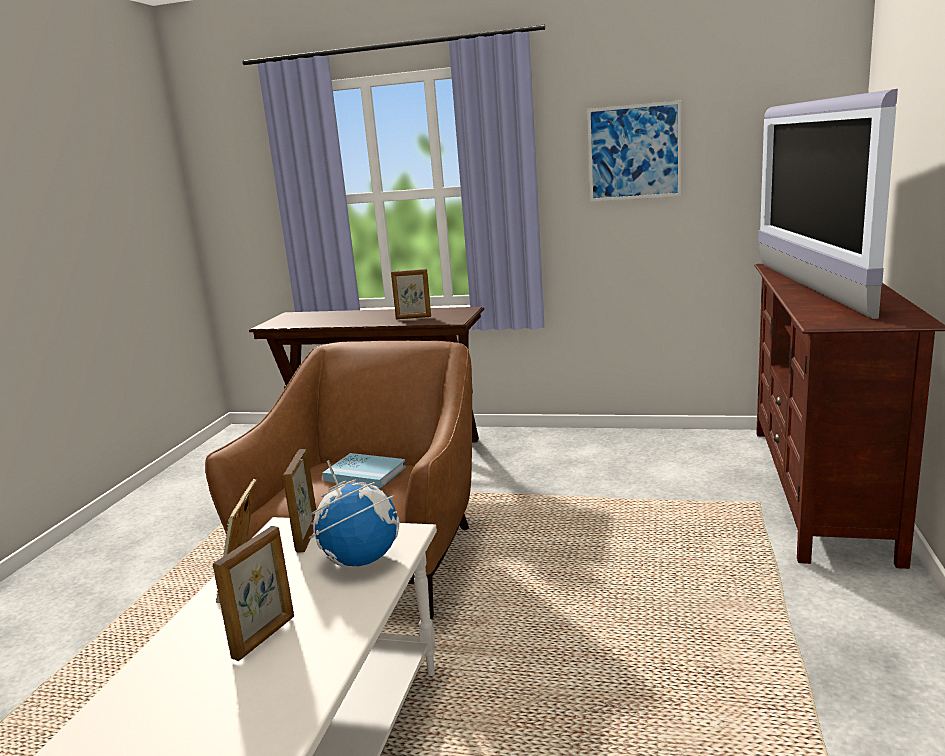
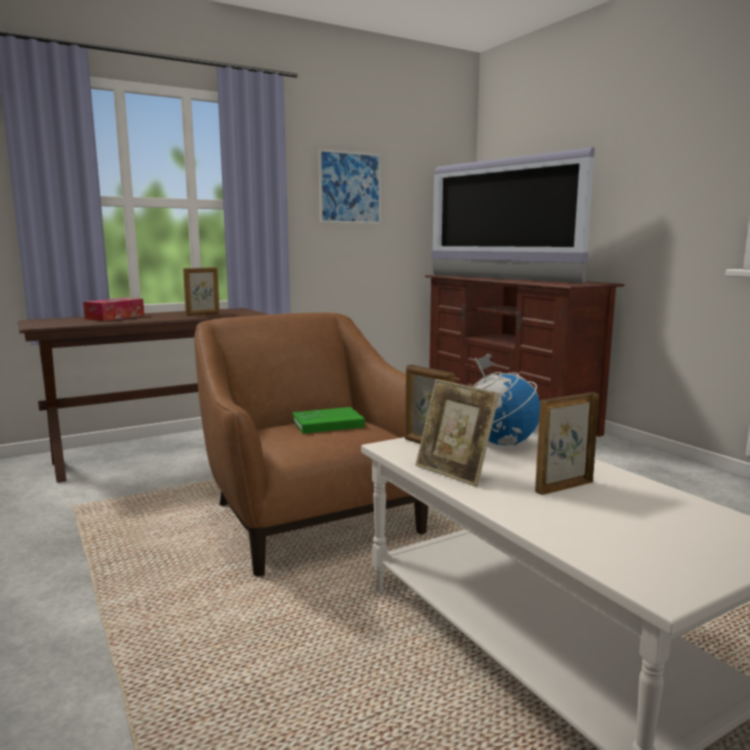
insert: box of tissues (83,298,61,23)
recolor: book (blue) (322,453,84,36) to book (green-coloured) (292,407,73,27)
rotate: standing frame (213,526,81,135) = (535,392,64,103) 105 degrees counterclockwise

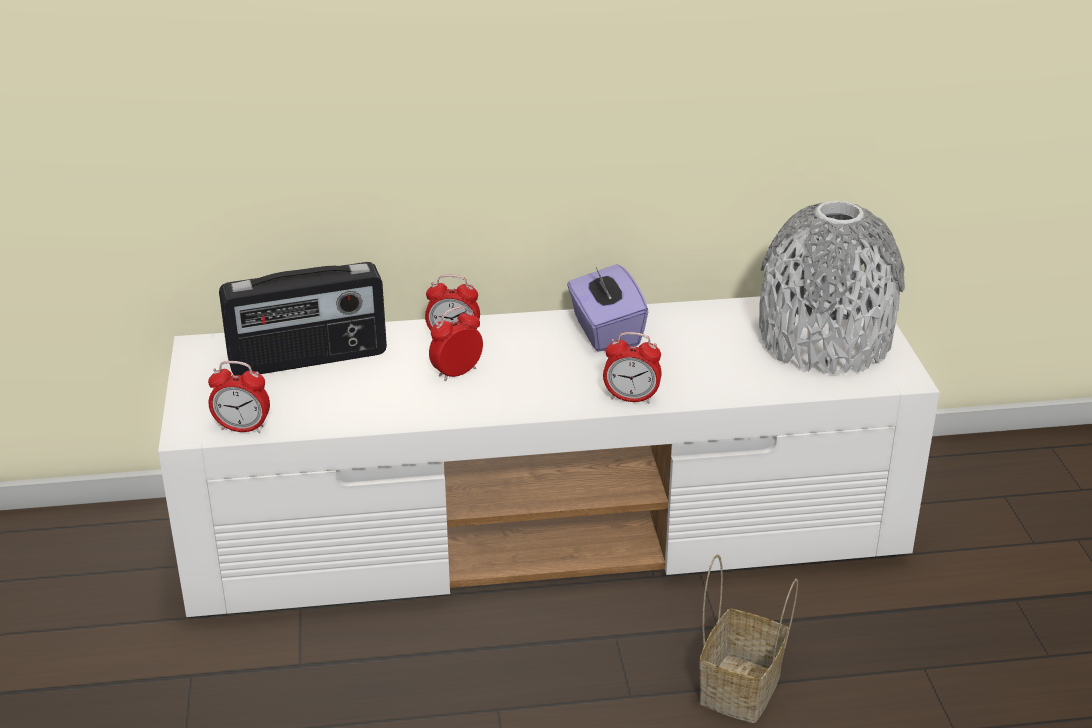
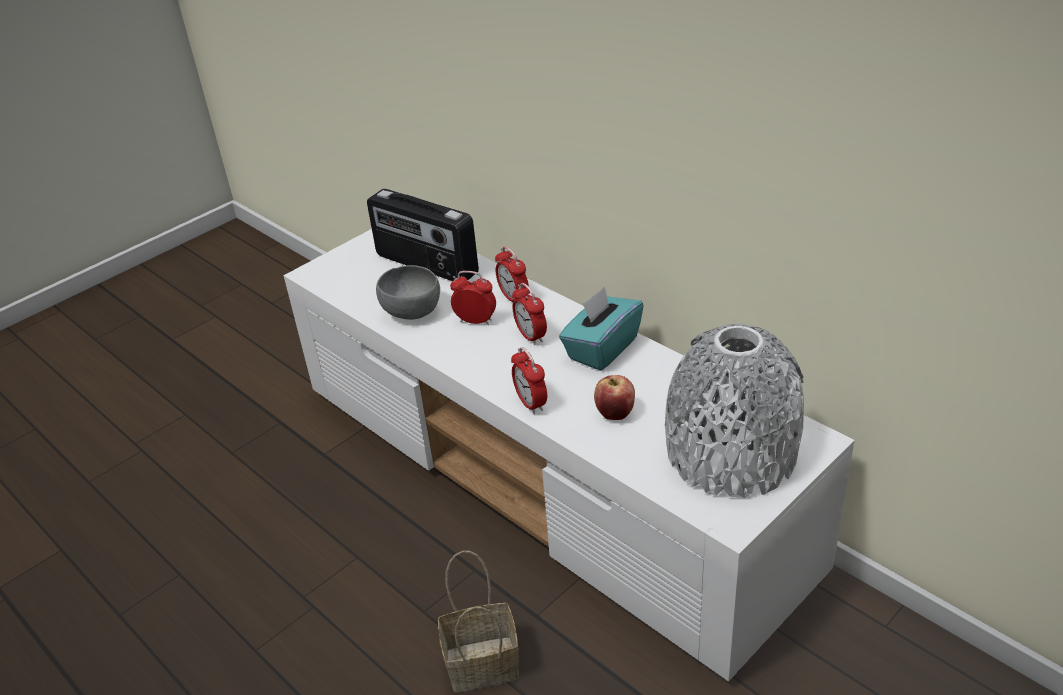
insert: bowl (grey) (376,265,64,55); apple (594,375,41,45)
move: table clock (208,361,62,72) to (512,283,35,62)
recolor: box of tissues (purple-coloured) (567,263,81,89) to box of tissues (turquoise-coloured) (559,287,85,84)

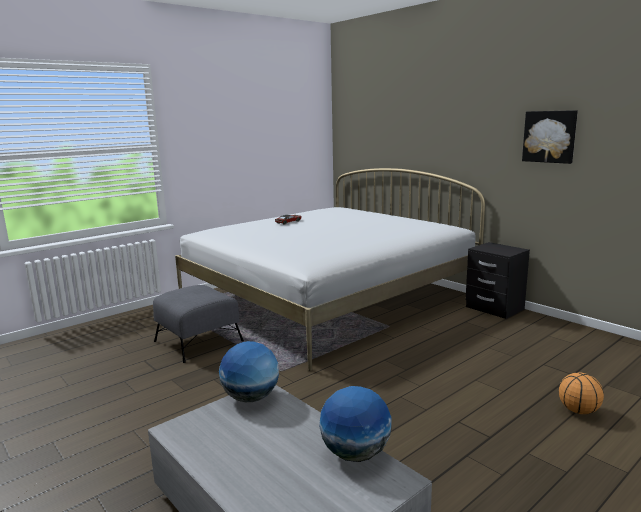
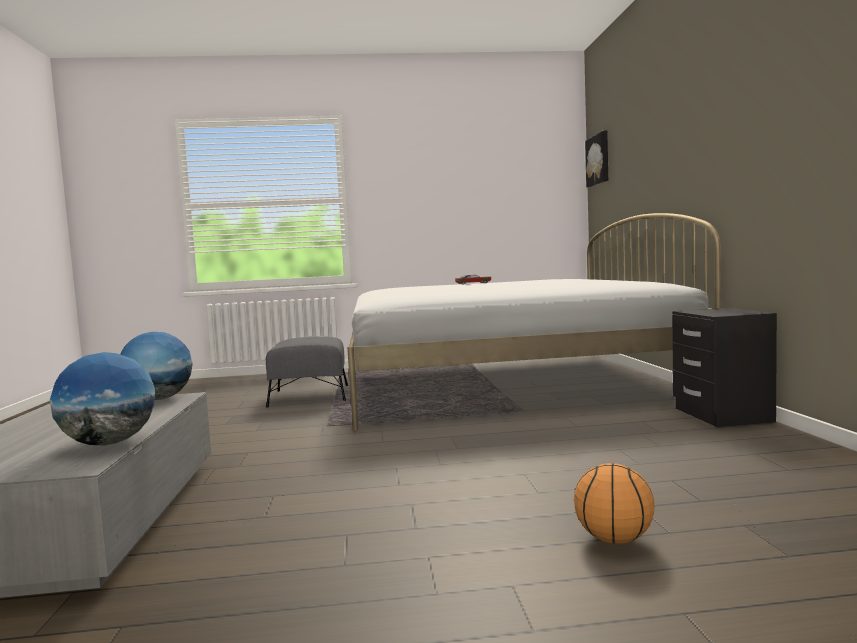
move: wall picture (522,110,56,54) to (585,130,23,57)

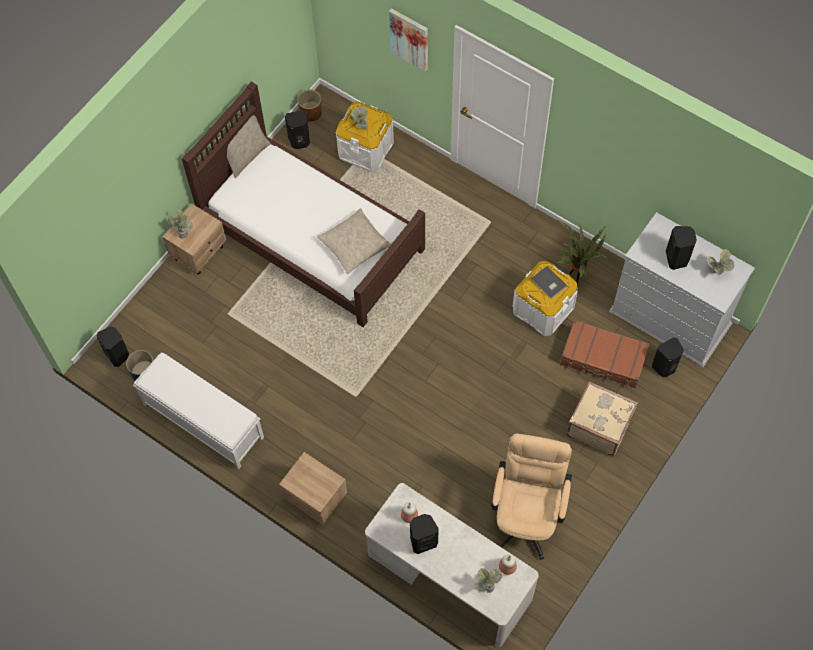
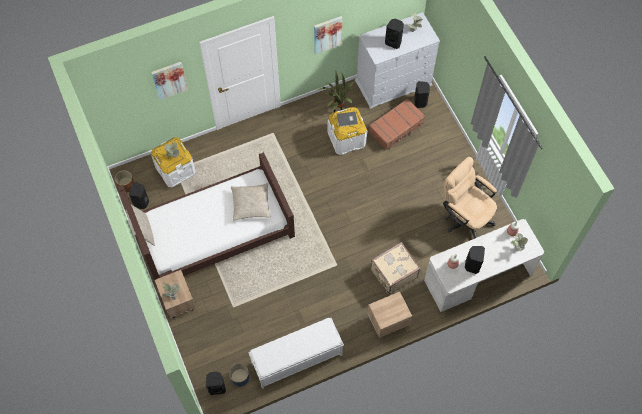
insert: wall picture (314,16,28,38)
move: travel case (beige-coloured) (566,381,72,75) to (371,242,50,53)

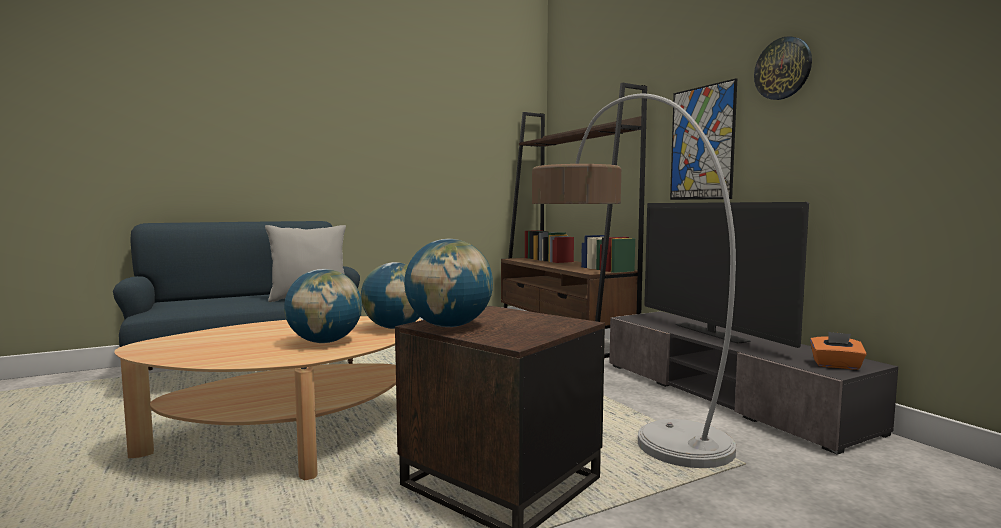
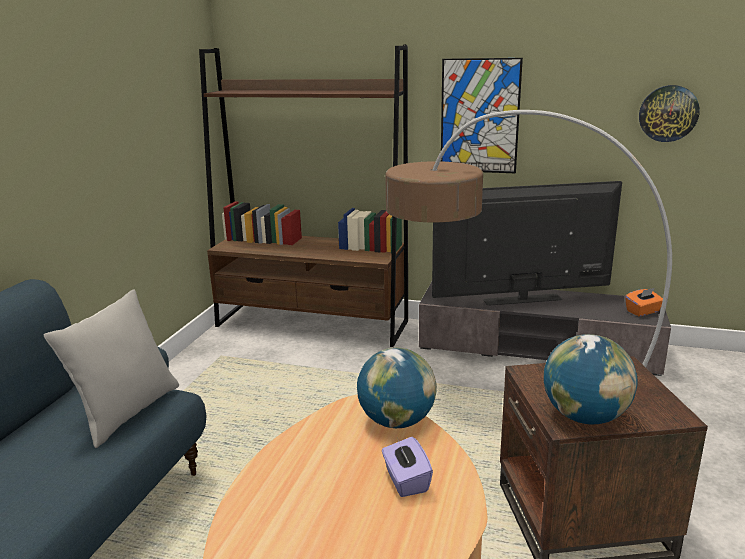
move: clock on the wall (754,36,58,64) to (639,85,61,57)
replace: desk globe (284,269,78,74) to box of tissues (purple-coloured) (382,437,51,60)
rotate: television (644,202,165,146) = (432,181,190,124) 150 degrees clockwise

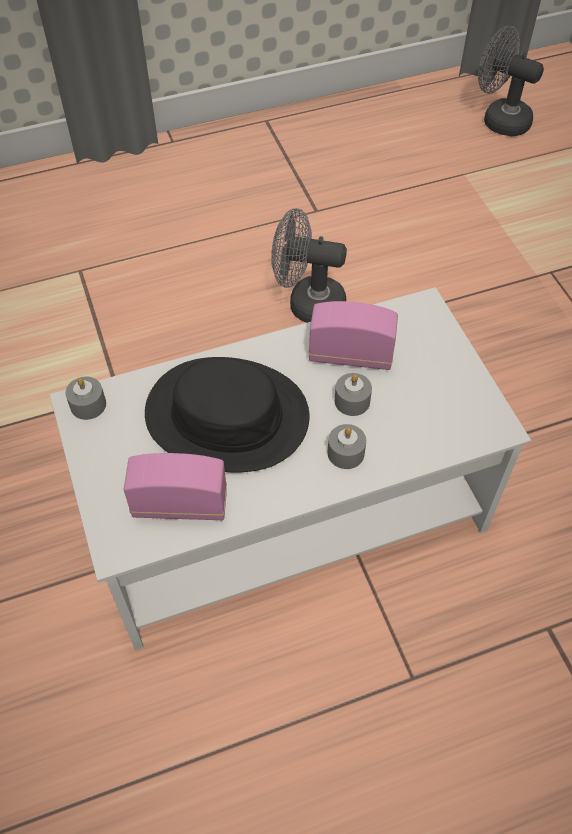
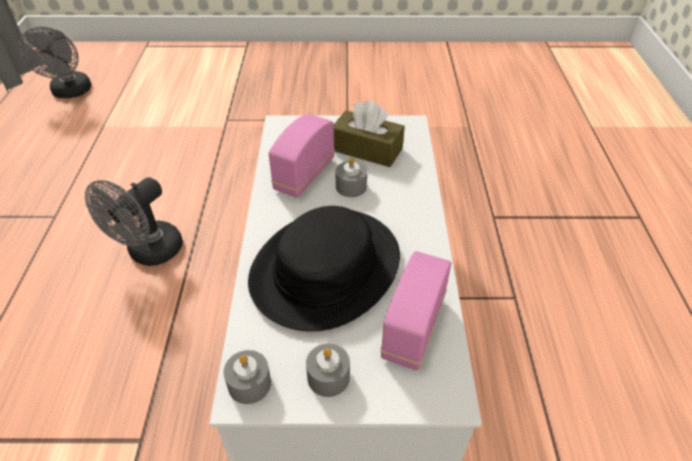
insert: box of tissues (brown) (334,101,71,66)
move: candle (grey) (327,424,39,45) to (306,344,44,53)
rotate: cooling fan (grey) (478,26,66,111) = (18,27,73,71) 60 degrees counterclockwise

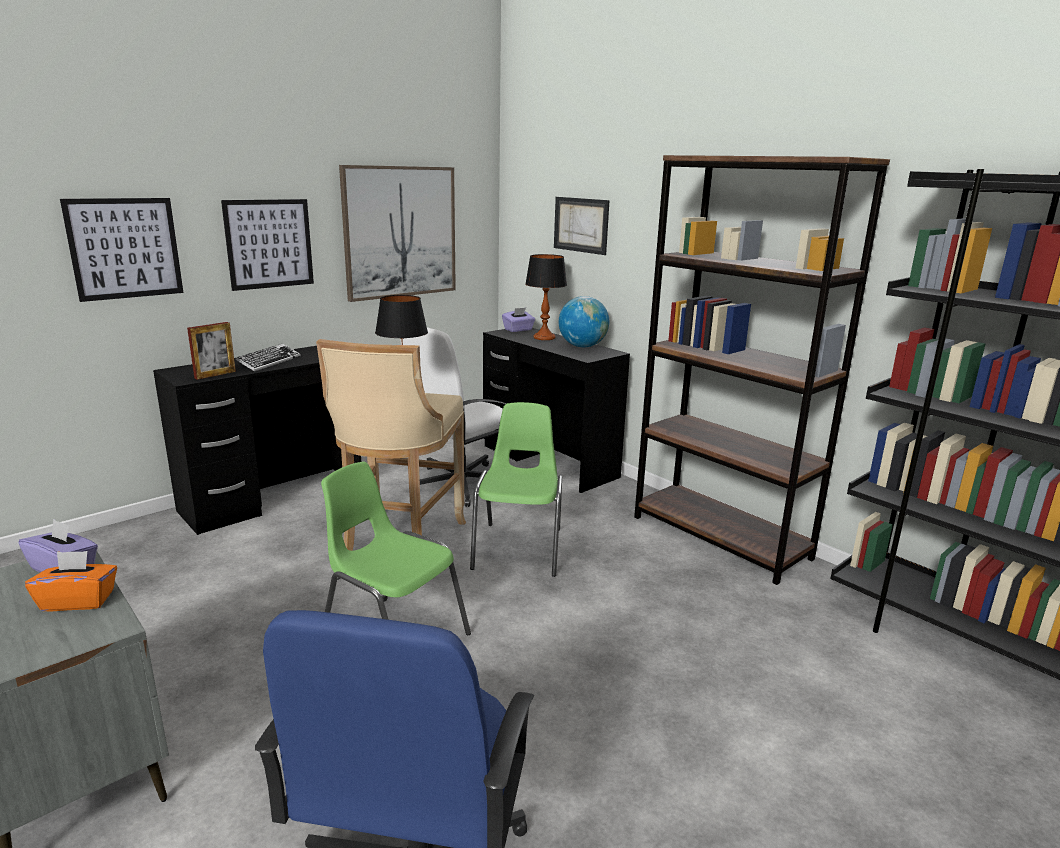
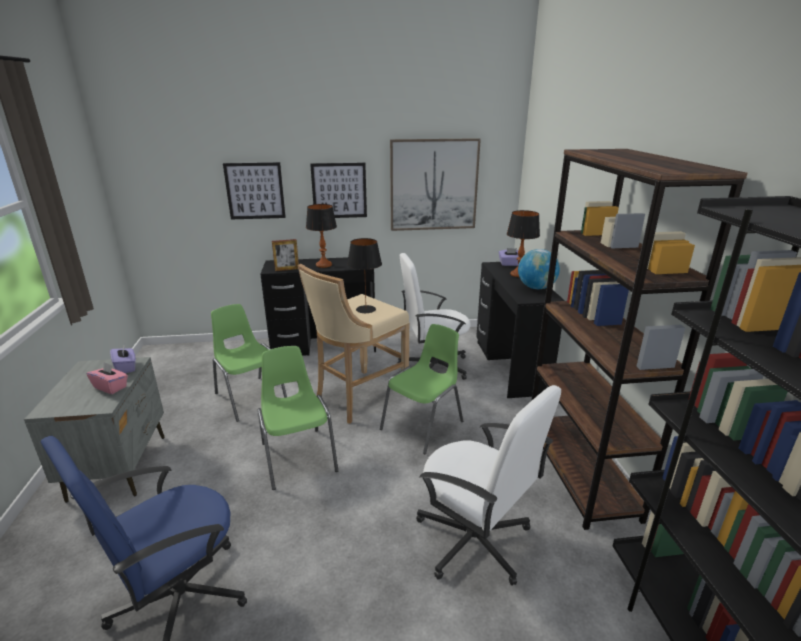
delete: wall picture (554,197,56,58)
insert: upright chair (green-coloured) (211,304,76,118); computer chair (whitish) (416,385,145,201)
replace: computer keyboard (235,344,66,28) to tabletop lamp (306,204,31,64)
recolor: box of tissues (orange) (25,551,92,60) to box of tissues (pink-coloured) (87,362,41,32)

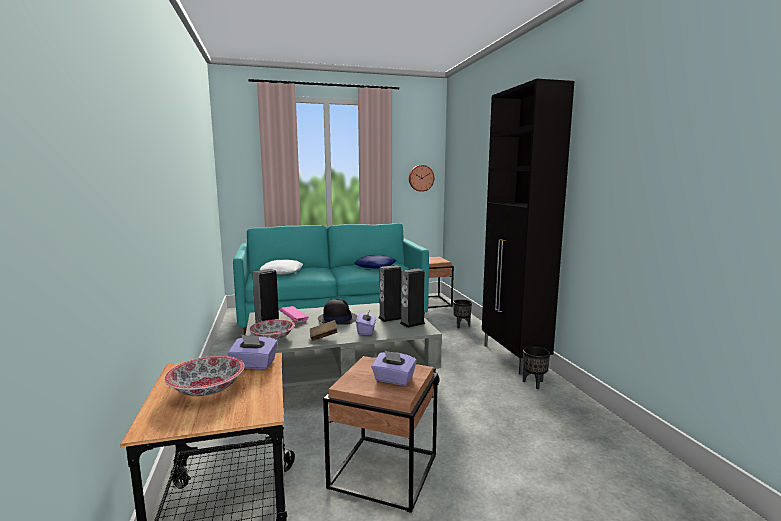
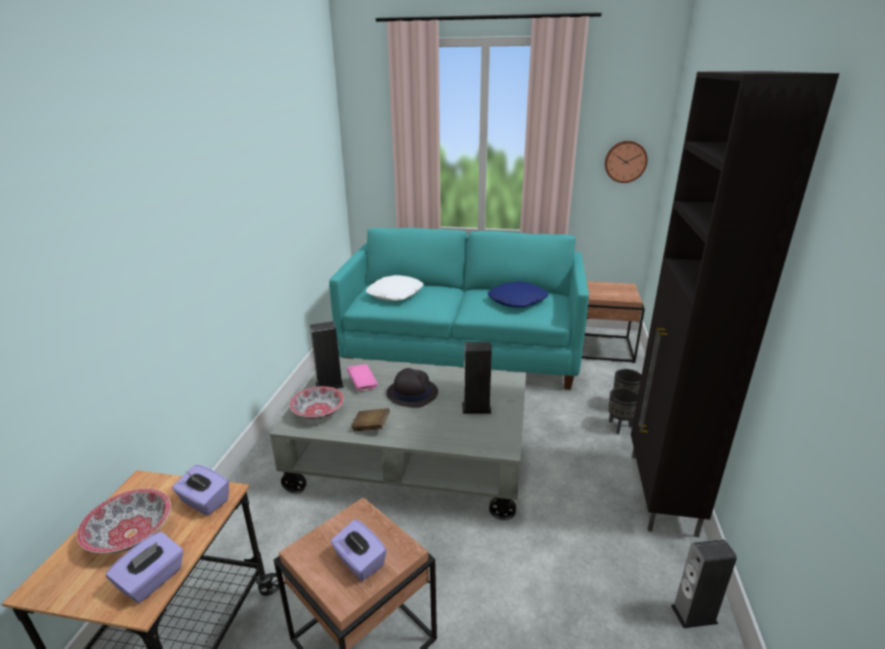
move: box of tissues (purple-coloured) (356,311,20,24) to (106,531,78,72); audio speaker (400,268,25,60) to (671,539,66,90); flower pot (black-coloured) (523,347,27,42) to (608,388,30,46)

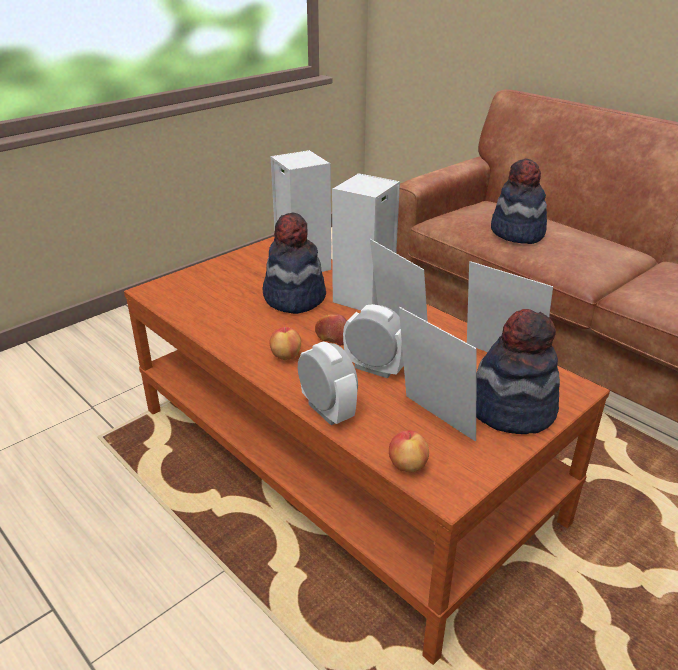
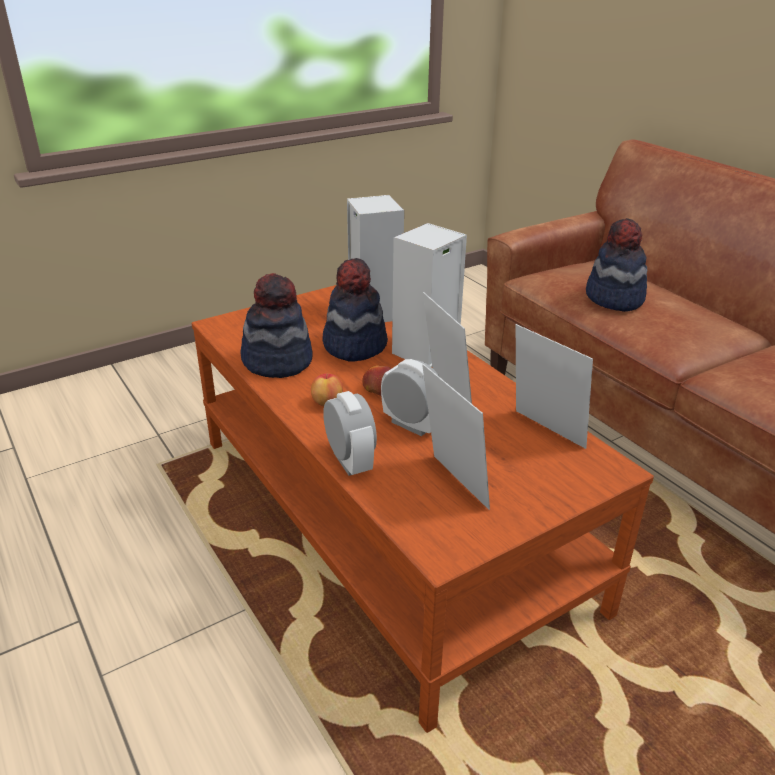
delete: apple (389,430,40,42)
move: wearable hat (476,309,84,125) to (241,273,72,105)

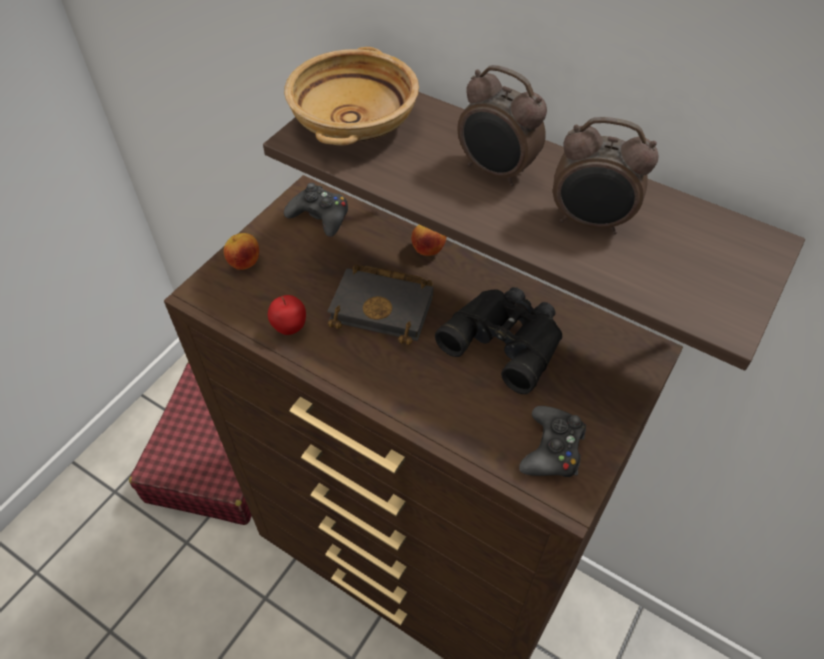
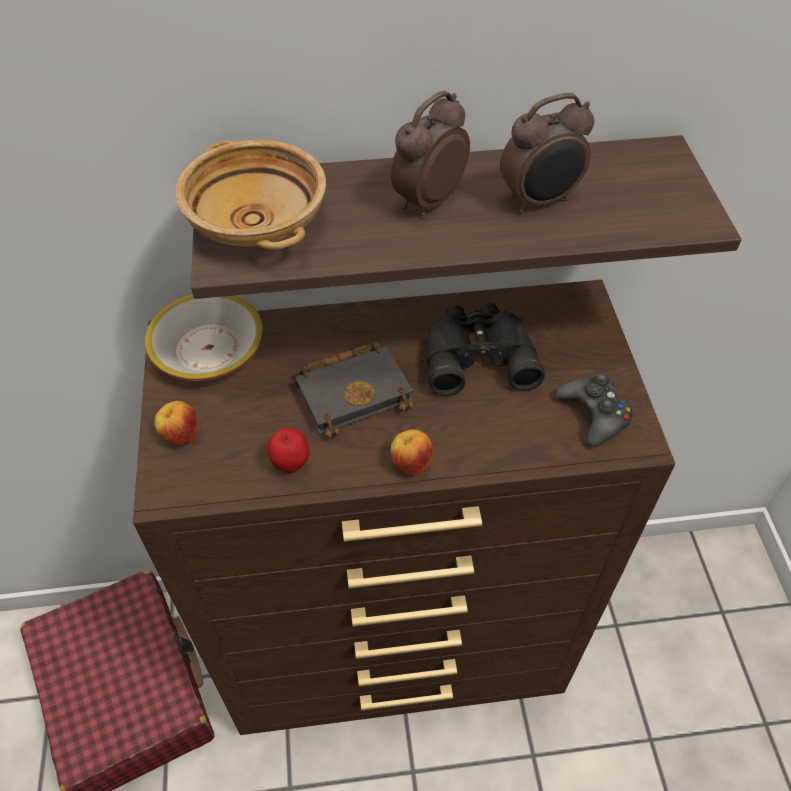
move: apple (411,225,36,31) to (391,429,43,46)
replace: gamepad (black-coloured) (284,183,64,54) to bowl (145,294,119,87)
rotate: table clock (458,65,89,122) = (391,91,79,125) 135 degrees clockwise

